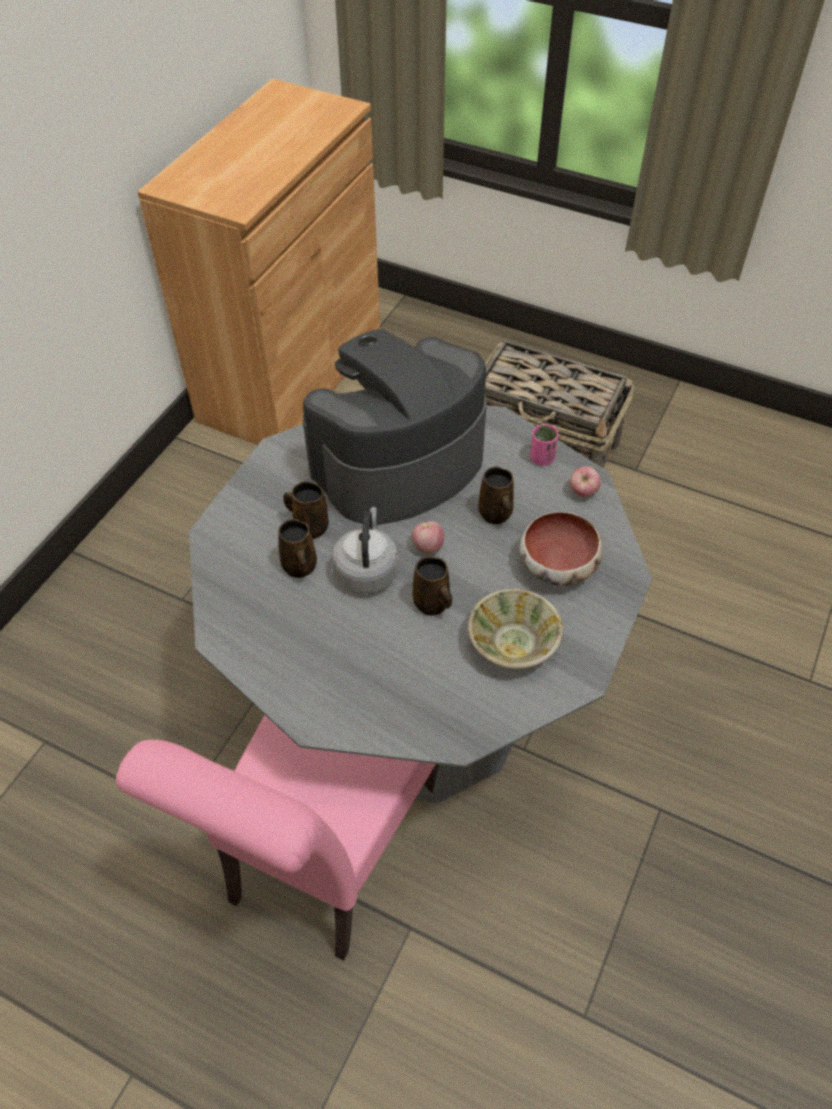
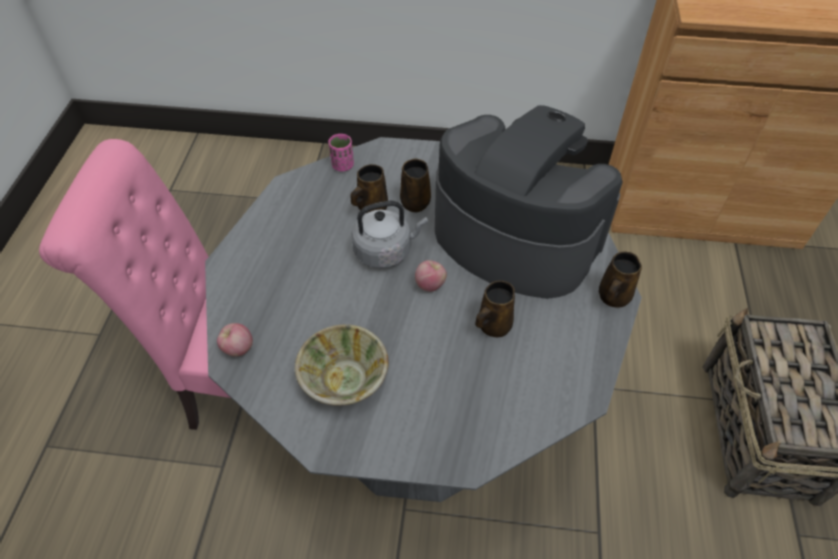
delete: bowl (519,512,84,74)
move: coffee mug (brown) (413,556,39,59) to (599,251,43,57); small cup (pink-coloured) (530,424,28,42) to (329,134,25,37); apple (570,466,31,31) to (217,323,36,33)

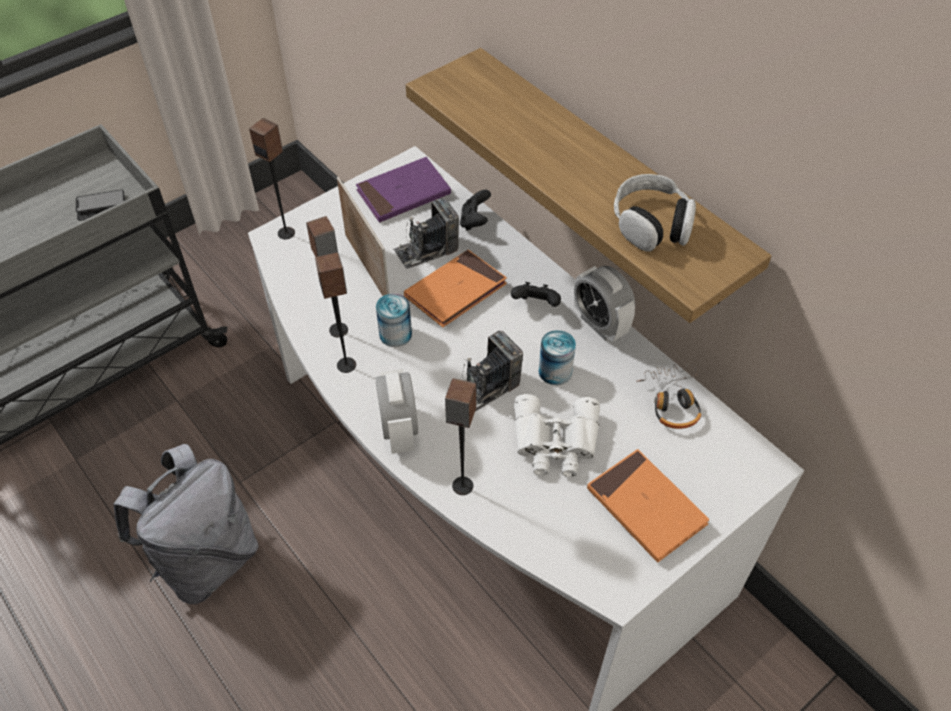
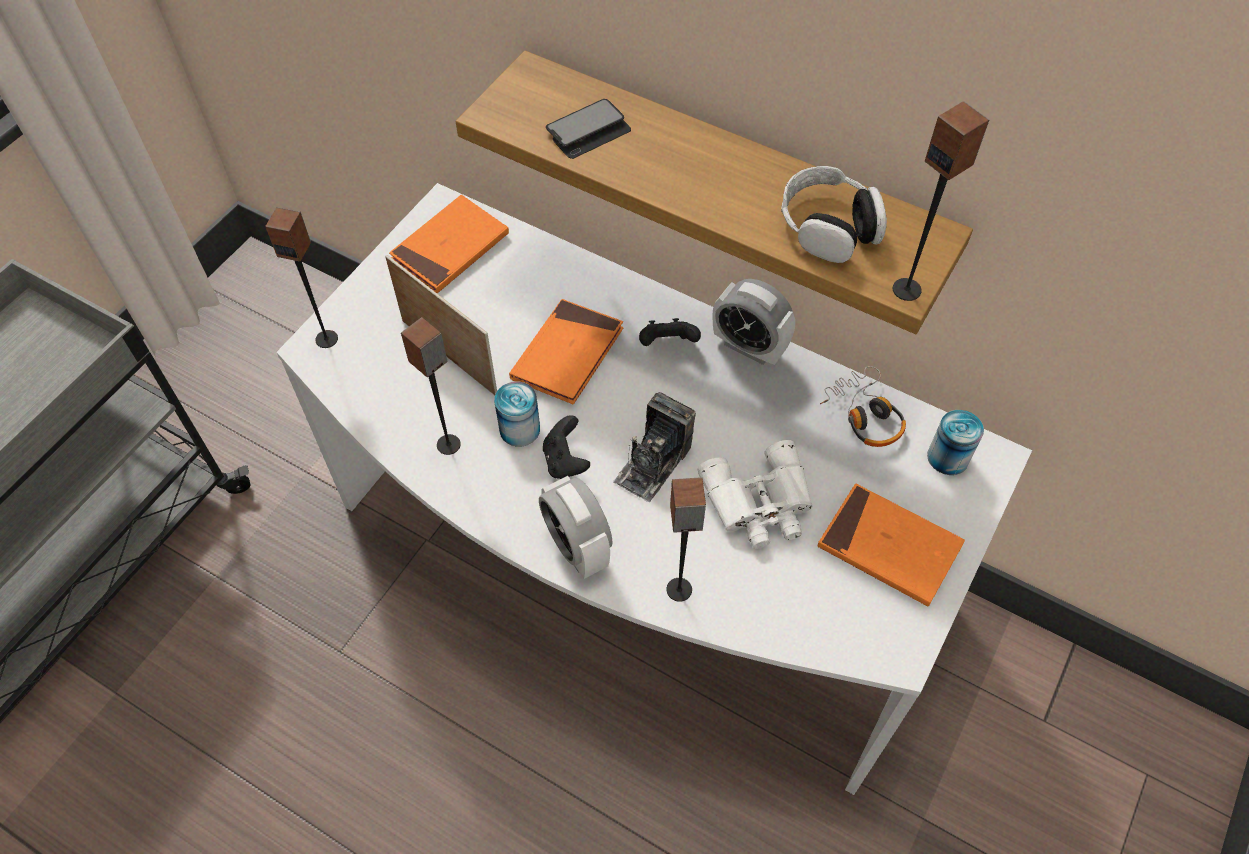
delete: knapsack (grey) (113,444,146,160); still camera (393,198,66,71)
move: telephone (76,189,49,32) to (546,99,85,60); audio speaker (315,253,41,120) to (893,102,96,199); gamepad (black-coloured) (460,190,31,40) to (543,415,47,64); sealed can (539,330,37,55) to (927,410,57,65)
recolor: book (purple-coloured) (356,157,95,66) to book (orange) (389,195,120,98)

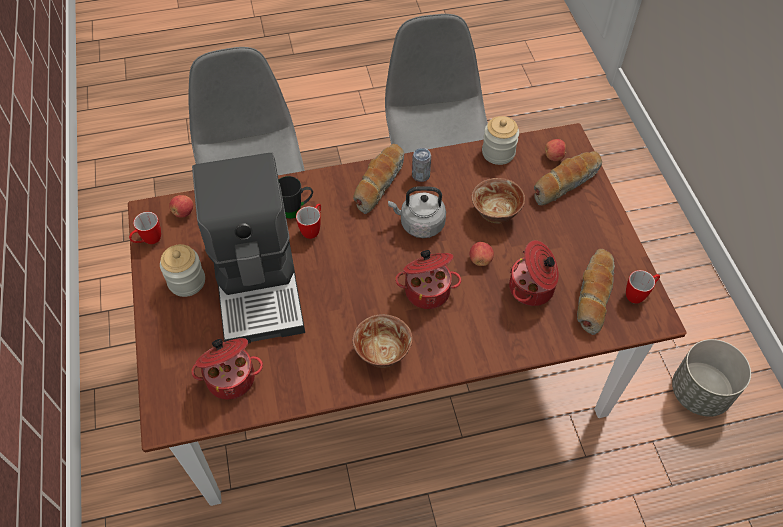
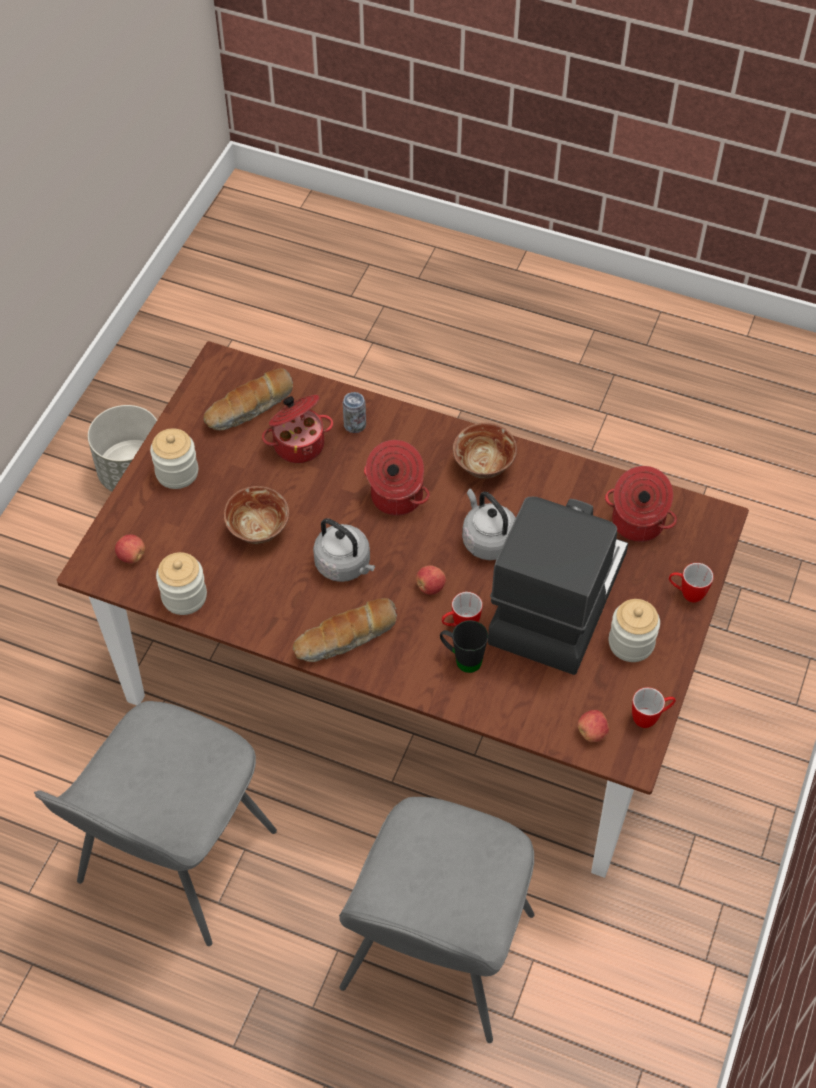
delete: bread (534,151,68,55)
insert: storage jar (150,428,48,61); tea kettle (grey) (462,489,54,71)
move: sealed can (412,148,19,34) to (343,392,23,41); apple (470,242,24,24) to (416,565,30,30); coffee mug (626,270,34,34) to (669,563,45,40)

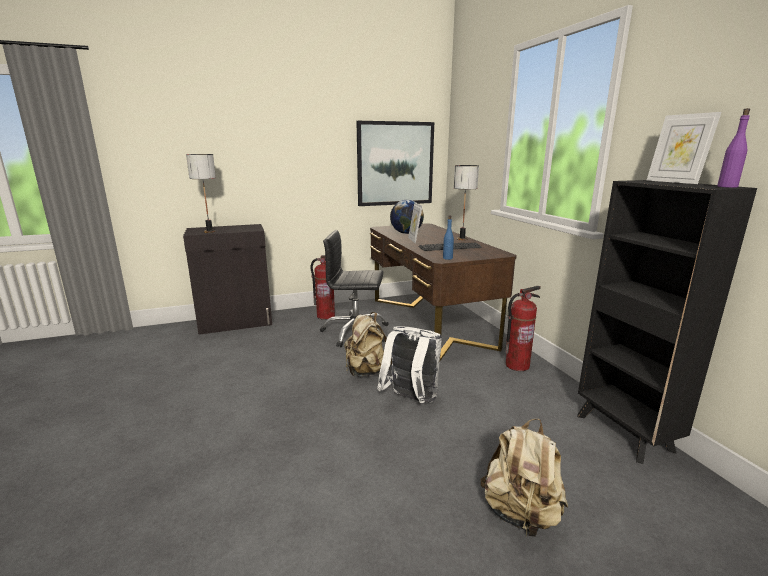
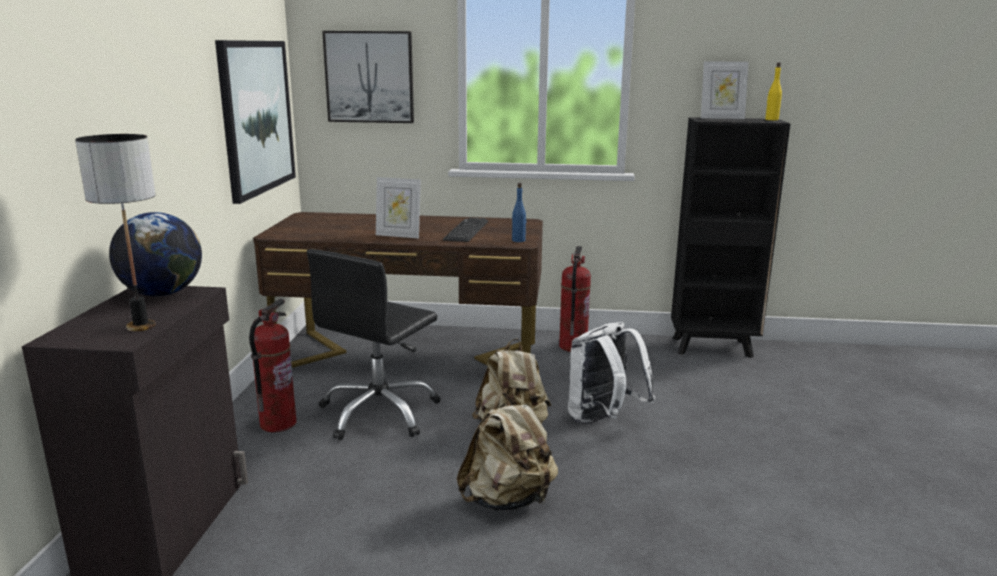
delete: tabletop lamp (454,165,25,75)
insert: wall picture (322,31,92,92)
move: desk globe (390,200,34,34) to (109,212,93,84); knapsack (beige-coloured) (480,419,88,118) to (457,392,101,119)
recolor: beverage bottle (purple-coloured) (717,108,33,80) to beverage bottle (yellow) (765,62,17,58)

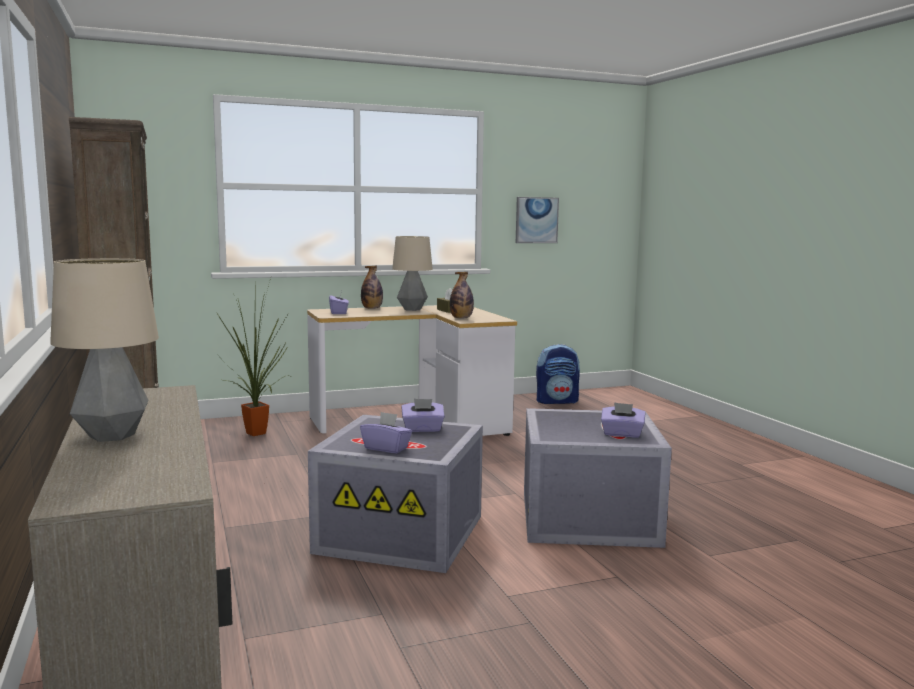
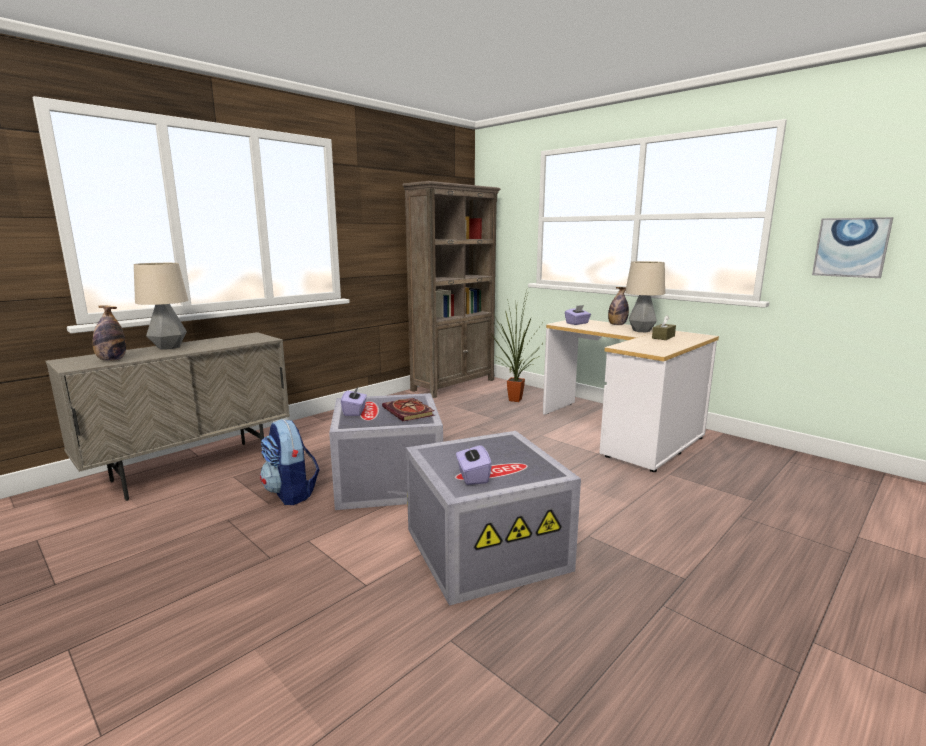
move: beverage bottle (450,272,24,47) to (92,305,34,56); knapsack (536,344,44,60) to (260,419,60,86)
replace: box of tissues (purple-coloured) (401,399,44,33) to book (382,398,53,23)

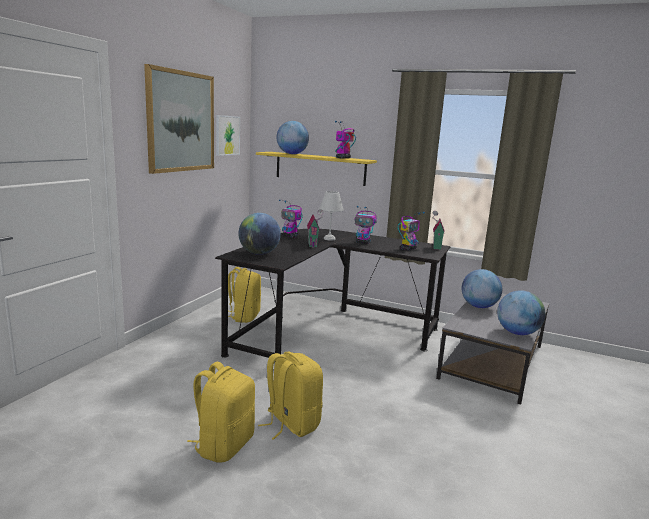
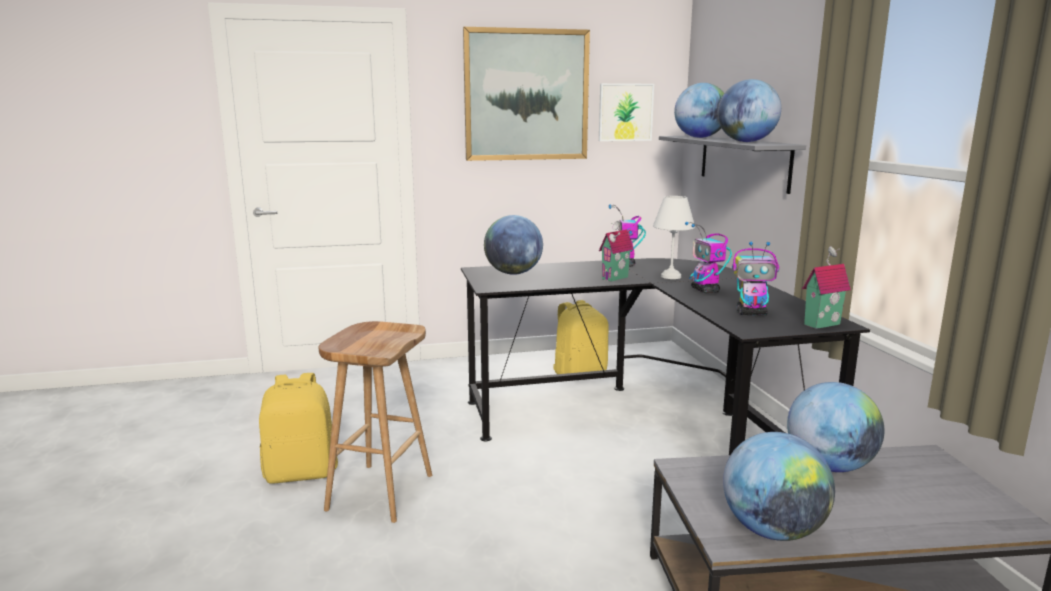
replace: knapsack (yellow) (258,351,65,89) to stool seat (brown) (318,321,114,202); model robot (335,121,21,38) to desk globe (718,79,63,63)
recolor: wall shelf (yellow) (256,152,121,34) to wall shelf (grey) (659,136,147,58)

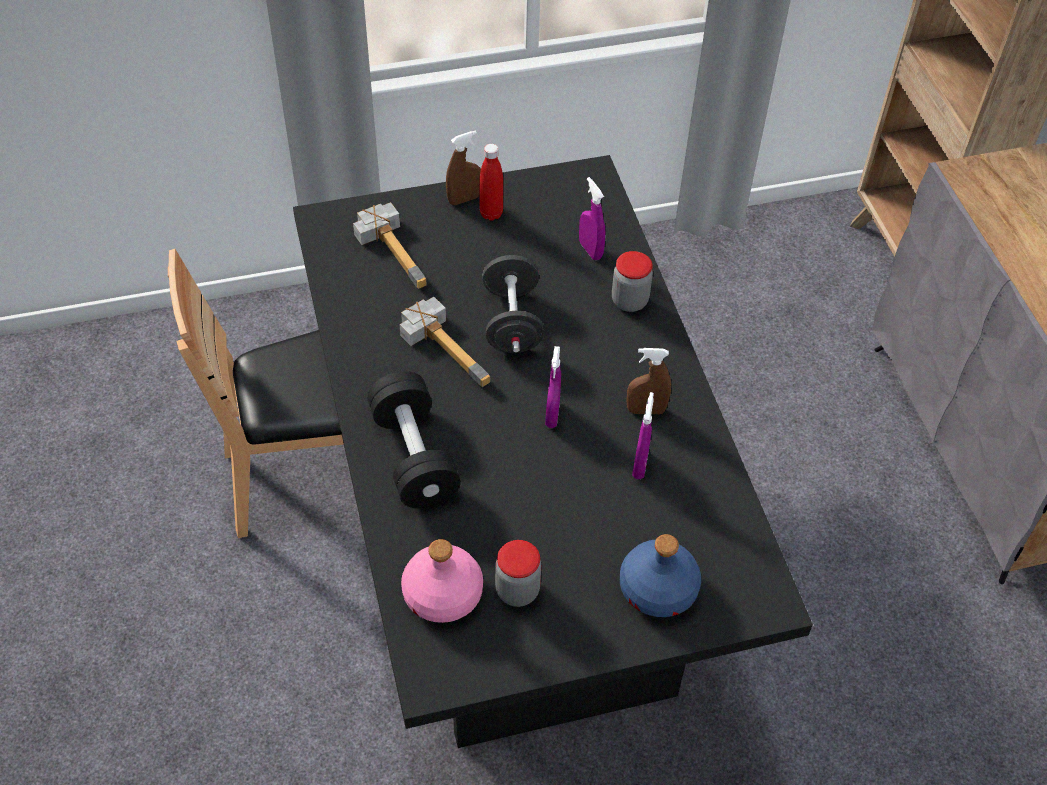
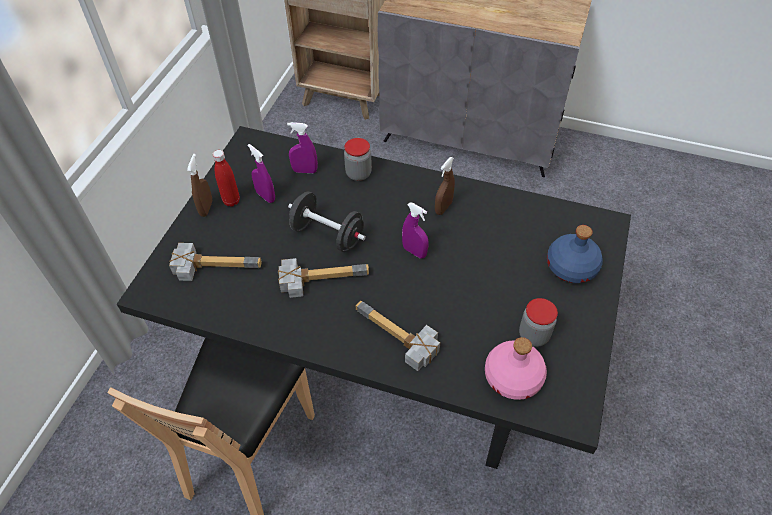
move: hand sprayer (purple-coloured) (632,392,22,87) to (248,144,27,59)
replace: dumbbell (black-coloured) (367,371,94,137) to hand hammer (356,300,84,71)

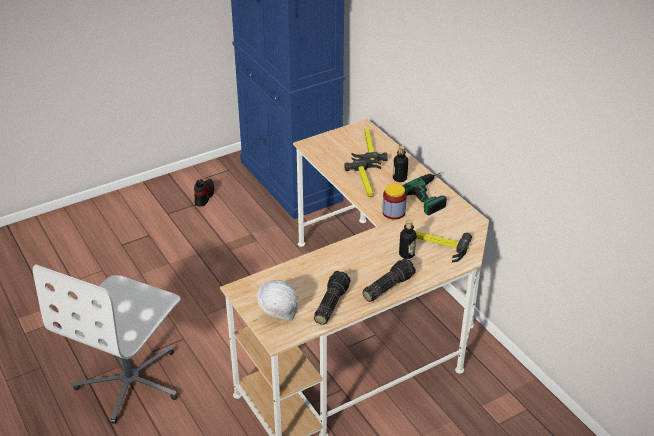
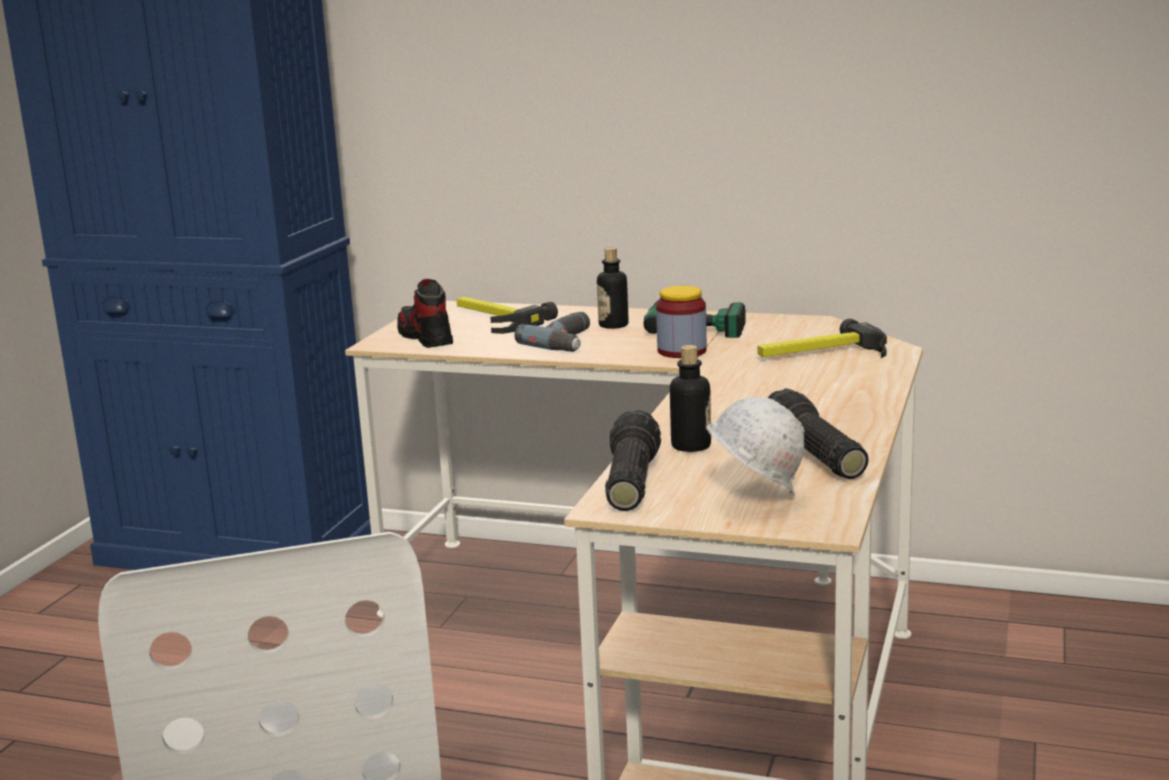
move: shoe (194,179,20,27) to (397,279,56,69); torch (362,258,54,44) to (605,410,56,101); beverage bottle (399,220,17,39) to (670,345,41,107)
replace: hand hammer (344,159,37,38) to electric drill (514,312,76,40)

